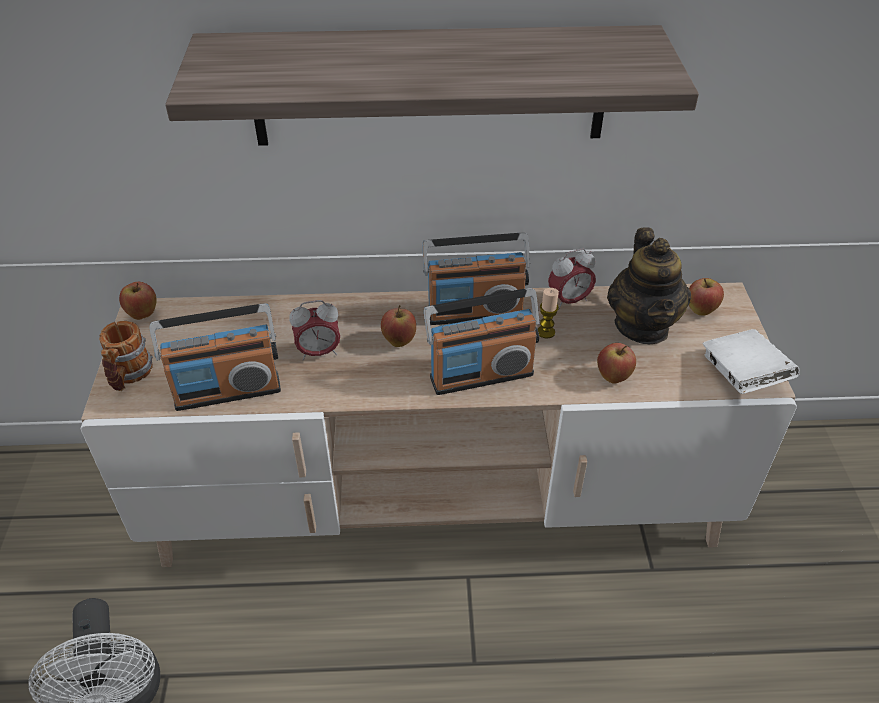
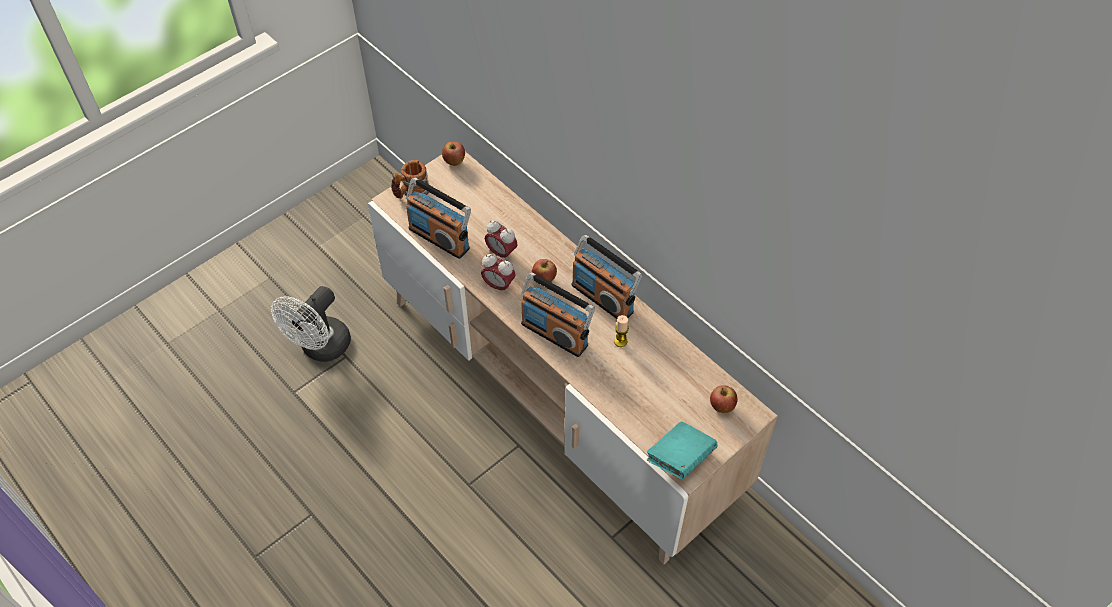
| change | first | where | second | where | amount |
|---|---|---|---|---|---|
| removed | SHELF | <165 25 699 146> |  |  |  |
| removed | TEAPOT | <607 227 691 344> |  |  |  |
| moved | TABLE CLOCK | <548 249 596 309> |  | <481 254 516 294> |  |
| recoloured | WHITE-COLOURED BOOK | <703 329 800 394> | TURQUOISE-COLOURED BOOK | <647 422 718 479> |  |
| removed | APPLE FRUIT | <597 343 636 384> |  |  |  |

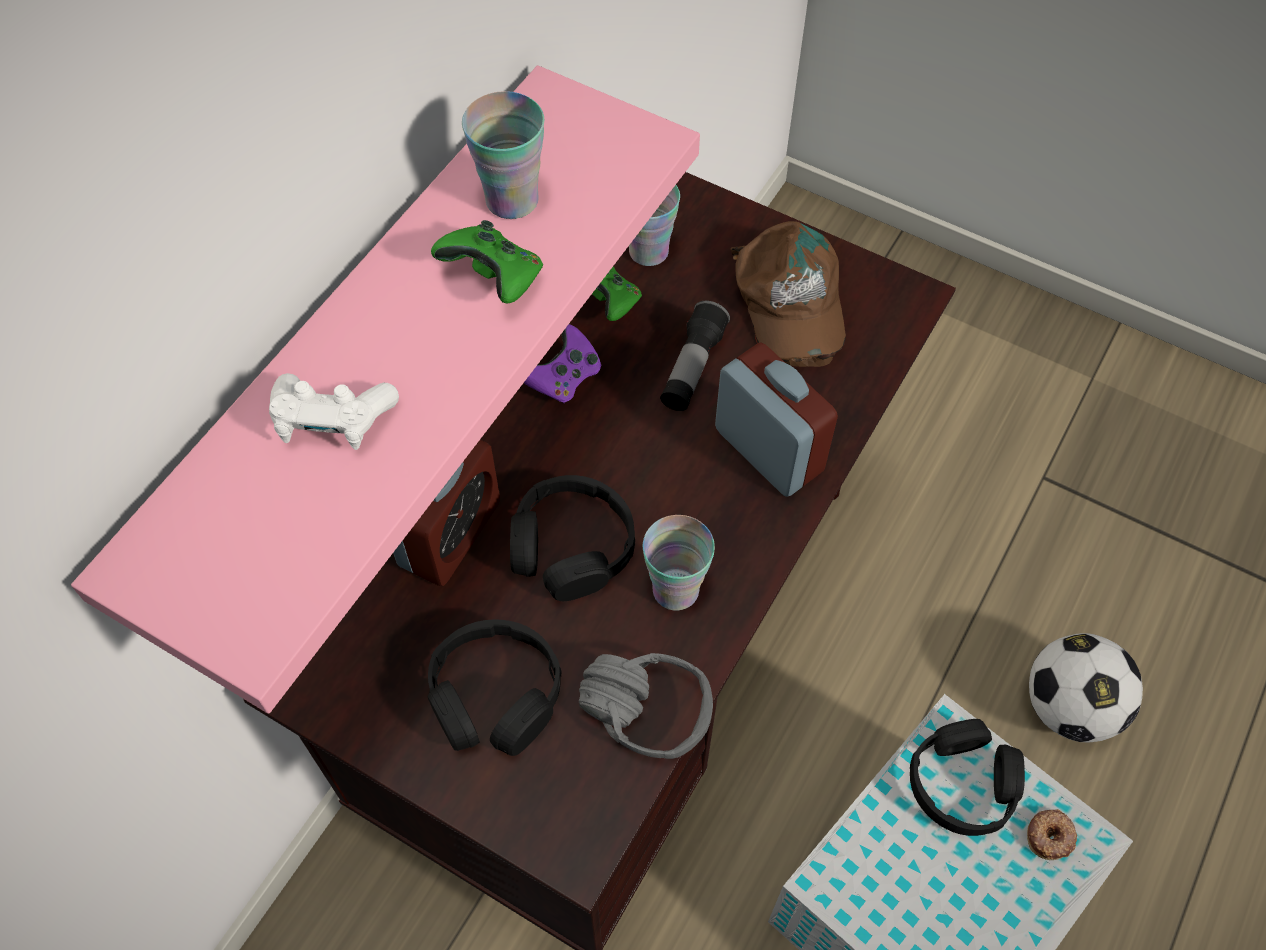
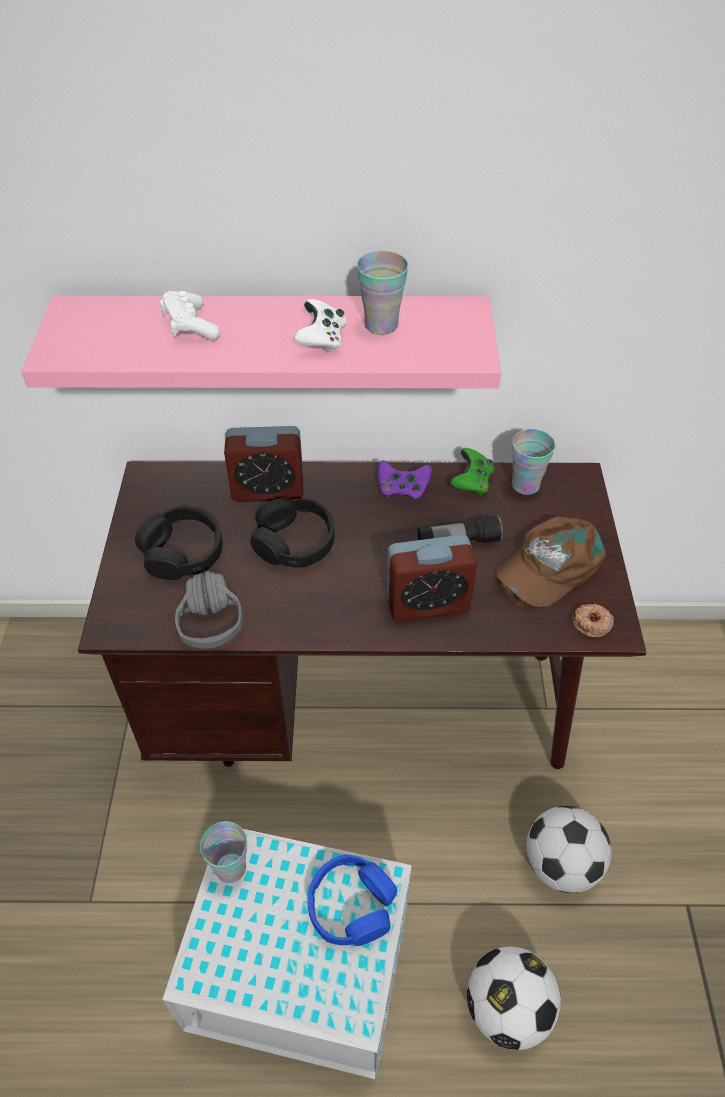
| change | first | where | second | where | amount |
|---|---|---|---|---|---|
| recoloured | GREENISH GAME CONTROLLER | <431 220 543 303> | WHITE-COLOURED GAME CONTROLLER | <294 299 347 353> |  |
| turned | TABLE CLOCK | <715 342 838 497> |  | <386 535 477 622> | 60 degrees clockwise |
| moved | SMALL CUP | <643 515 715 610> |  | <200 821 247 883> |  |
| recoloured | BLACKISH HEADSET | <910 719 1025 836> | BLUE-COLOURED HEADSET | <308 854 397 946> |  |
| moved | DOUGHNUT | <1027 809 1077 860> |  | <572 604 614 637> |  |
| added |  |  | BALL FOR FOOTBALL | <526 806 611 893> |  |

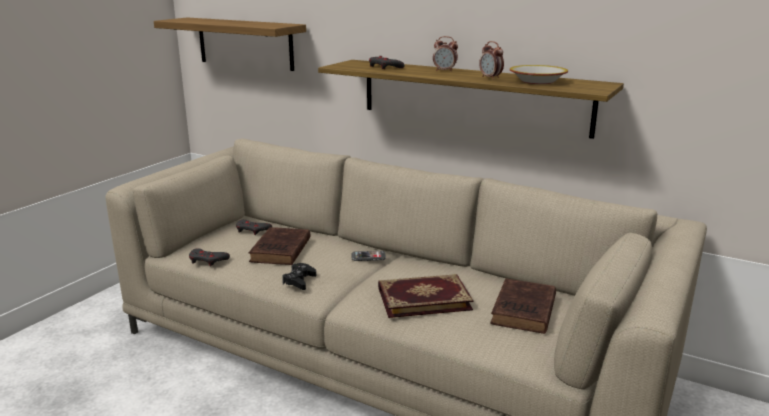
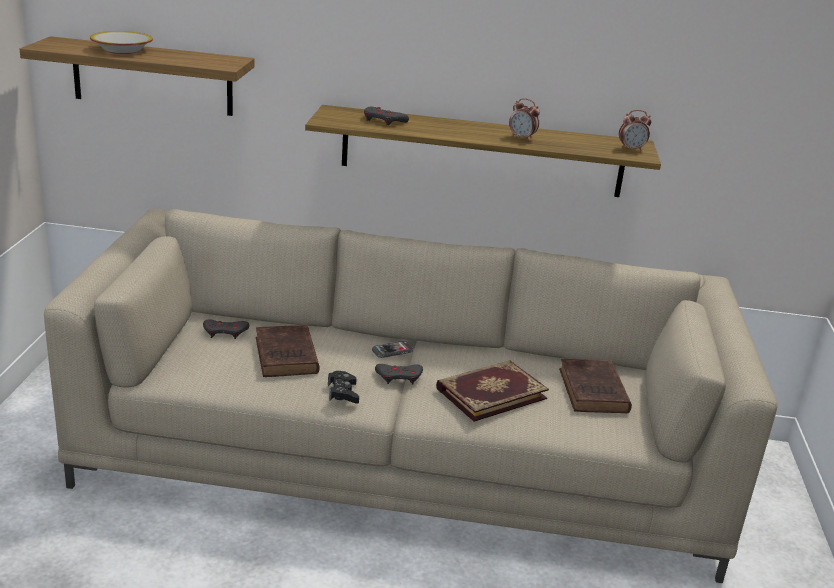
| change | first | where | second | where | amount |
|---|---|---|---|---|---|
| moved | TABLE CLOCK | <433 36 458 72> |  | <619 110 651 151> |  |
| moved | BOWL | <510 65 568 84> |  | <90 31 153 54> |  |
| moved | GRAY GAME CONTROLLER | <189 248 230 266> |  | <375 364 423 384> |  |

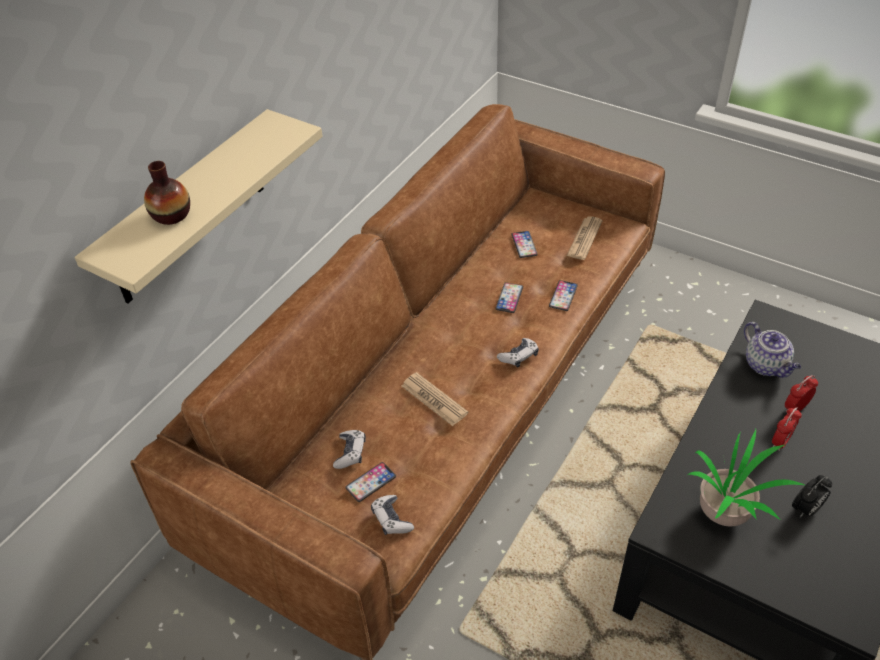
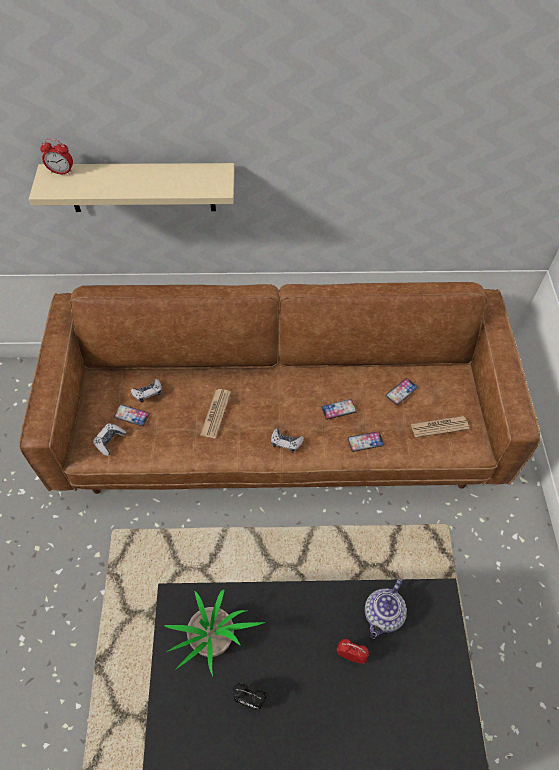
| change | first | where | second | where | amount |
|---|---|---|---|---|---|
| removed | DECORATIVE VASE | <144 161 190 225> |  |  |  |
| moved | TABLE CLOCK | <772 407 802 451> |  | <40 139 73 175> |  |

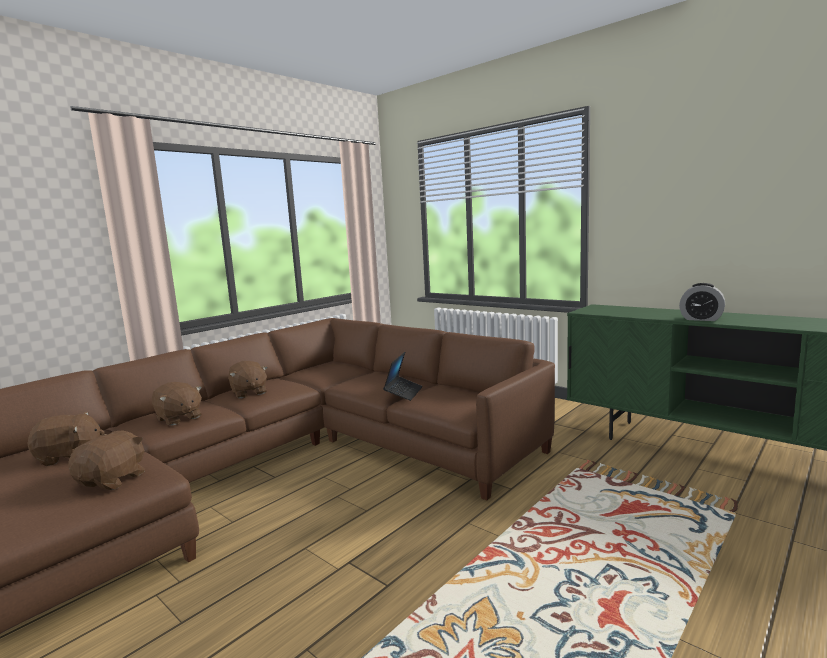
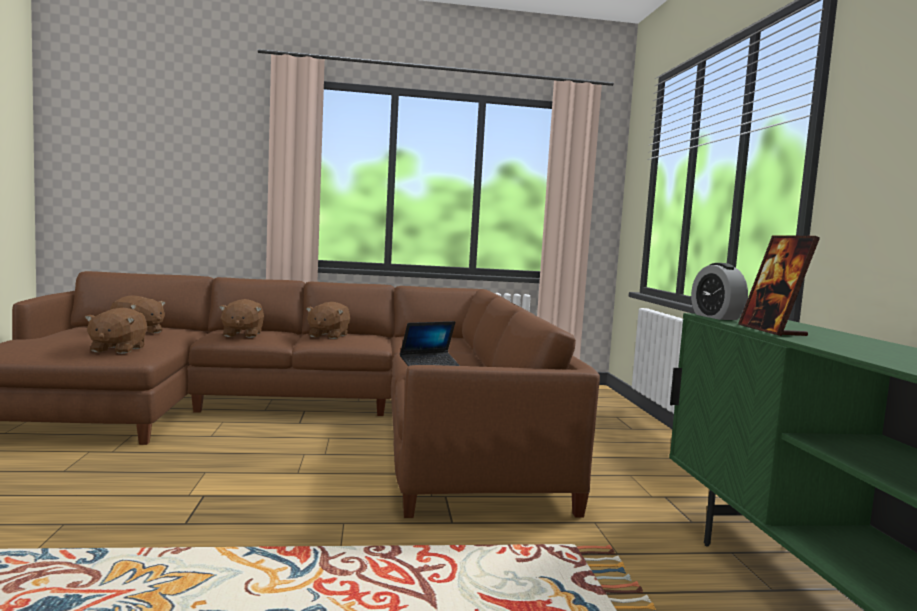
| change | first | where | second | where | amount |
|---|---|---|---|---|---|
| moved | TABLE CLOCK | <679 283 725 321> |  | <691 263 748 320> |  |
| turned | BROWN-COLOURED CUDDLY TOY | <68 430 145 490> |  | <85 308 147 354> | 120 degrees clockwise |
| added |  |  | PHOTO FRAME | <738 235 820 336> |  |

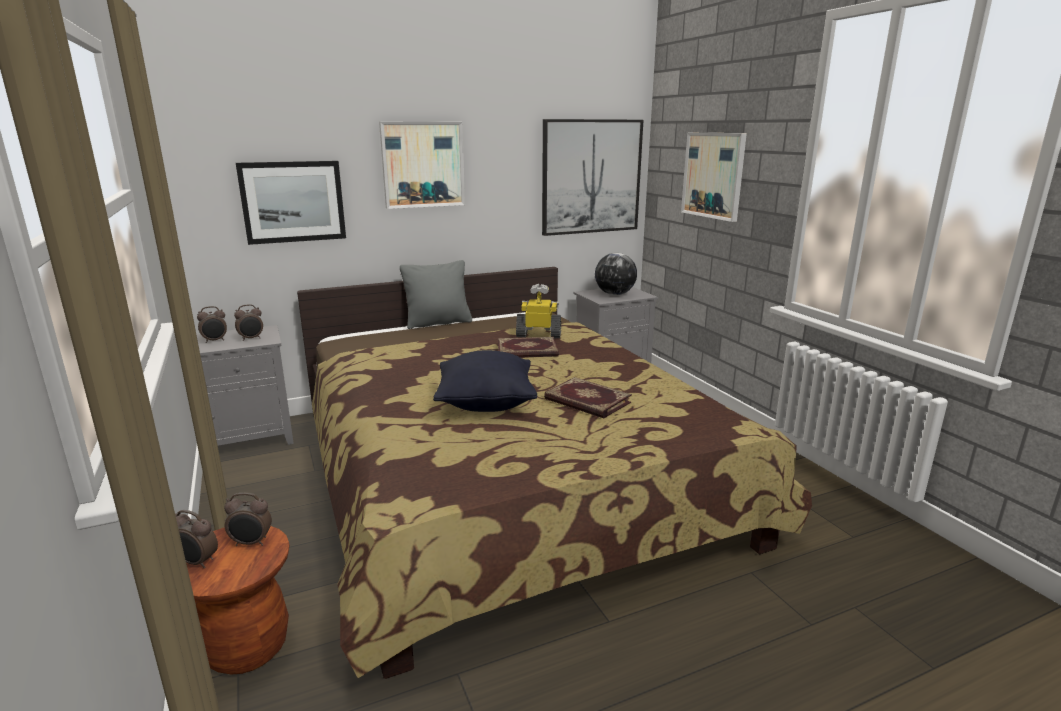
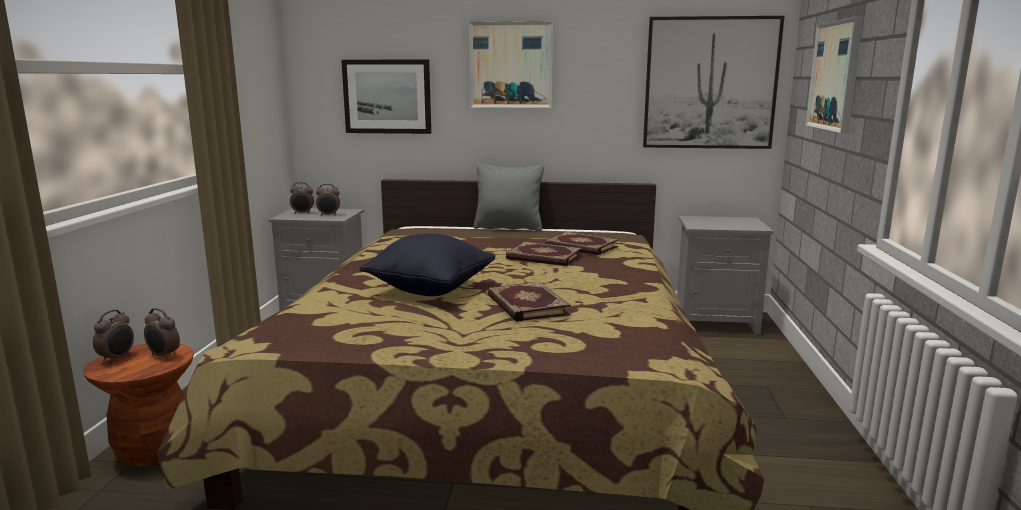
| change | first | where | second | where | amount |
|---|---|---|---|---|---|
| removed | DESK GLOBE | <595 253 637 295> |  |  |  |
| replaced | TOY ROBOT | <516 284 561 338> | BOOK | <545 232 618 255> |  |
| turned | TABLE CLOCK | <175 510 218 568> |  | <93 309 134 363> | 120 degrees counterclockwise |

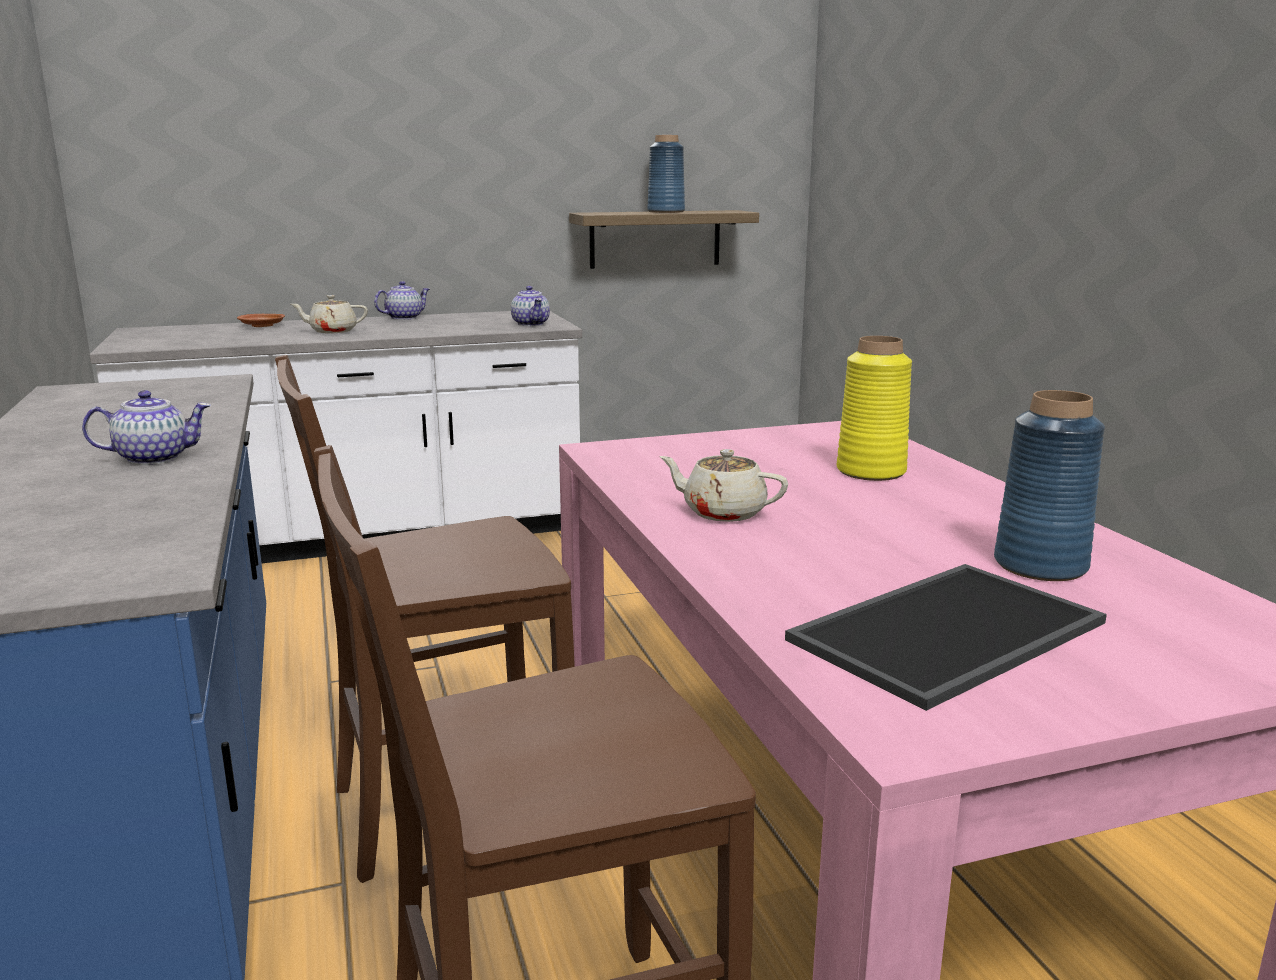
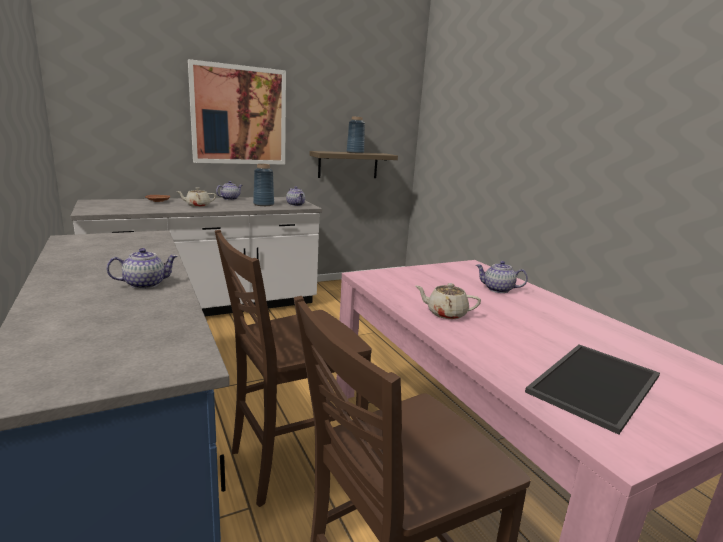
| change | first | where | second | where | amount |
|---|---|---|---|---|---|
| replaced | YELLOW DECORATIVE VASE | <837 336 912 481> | TEAPOT | <476 261 528 293> |  |
| moved | BLUE-COLOURED DECORATIVE VASE | <994 390 1105 581> |  | <253 164 274 206> |  |
| added |  |  | WALL ART | <188 59 286 165> |  |

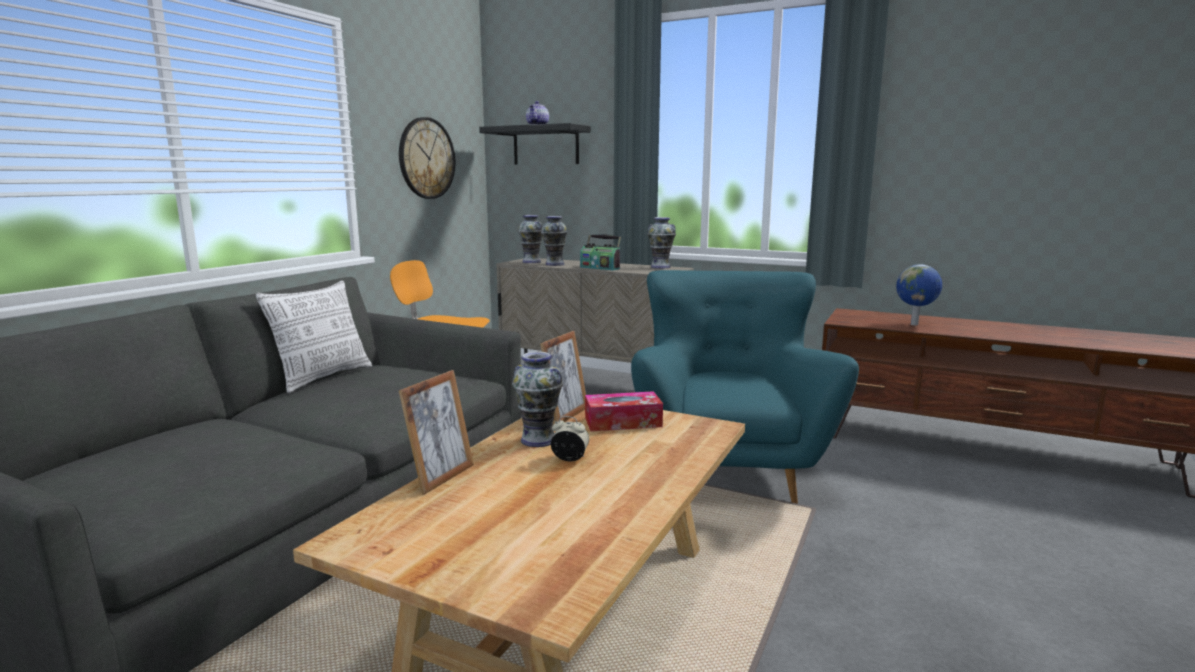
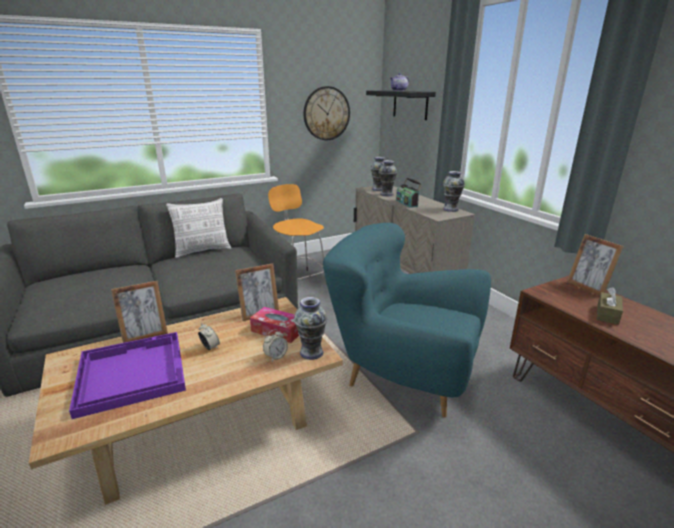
| change | first | where | second | where | amount |
|---|---|---|---|---|---|
| replaced | DESK GLOBE | <896 264 942 325> | BROWN-COLOURED BOX OF TISSUES | <597 287 623 325> |  |
| turned | TURQUOISE-COLOURED EASY CHAIR | <631 270 859 504> |  | <323 223 491 417> | 105 degrees counterclockwise |
| moved | DECORATIVE VASE | <512 352 563 447> |  | <294 297 327 360> |  |
| added |  |  | PHOTO FRAME | <567 234 624 296> |  |
| added |  |  | TABLE CLOCK | <263 329 288 361> |  |
| added |  |  | PURPLE CARRYING TRAY | <69 332 186 419> |  |

